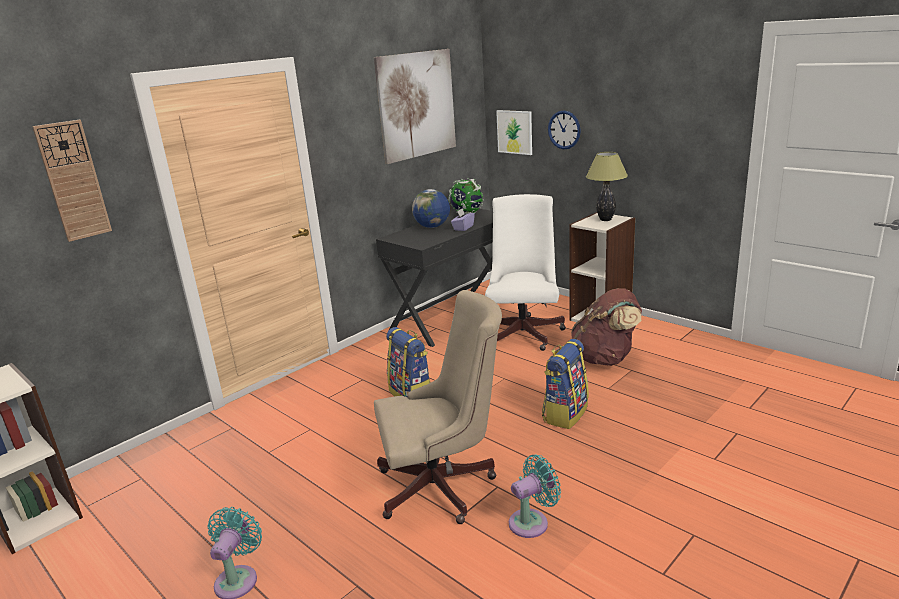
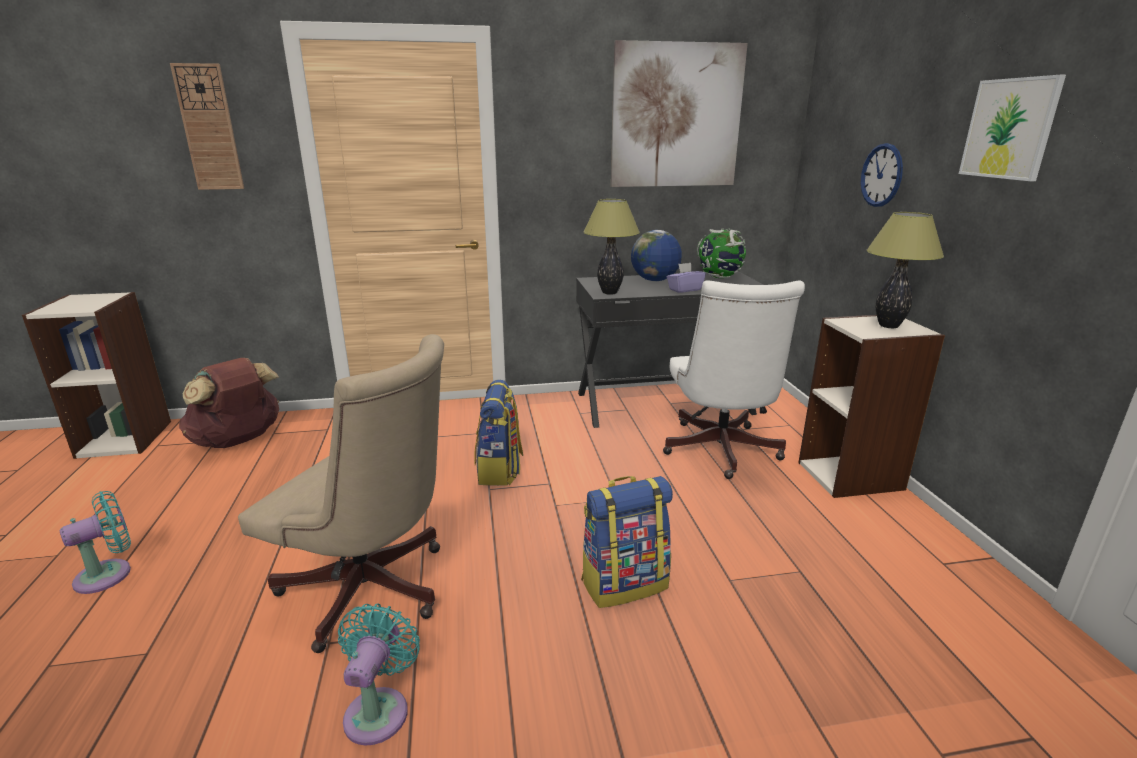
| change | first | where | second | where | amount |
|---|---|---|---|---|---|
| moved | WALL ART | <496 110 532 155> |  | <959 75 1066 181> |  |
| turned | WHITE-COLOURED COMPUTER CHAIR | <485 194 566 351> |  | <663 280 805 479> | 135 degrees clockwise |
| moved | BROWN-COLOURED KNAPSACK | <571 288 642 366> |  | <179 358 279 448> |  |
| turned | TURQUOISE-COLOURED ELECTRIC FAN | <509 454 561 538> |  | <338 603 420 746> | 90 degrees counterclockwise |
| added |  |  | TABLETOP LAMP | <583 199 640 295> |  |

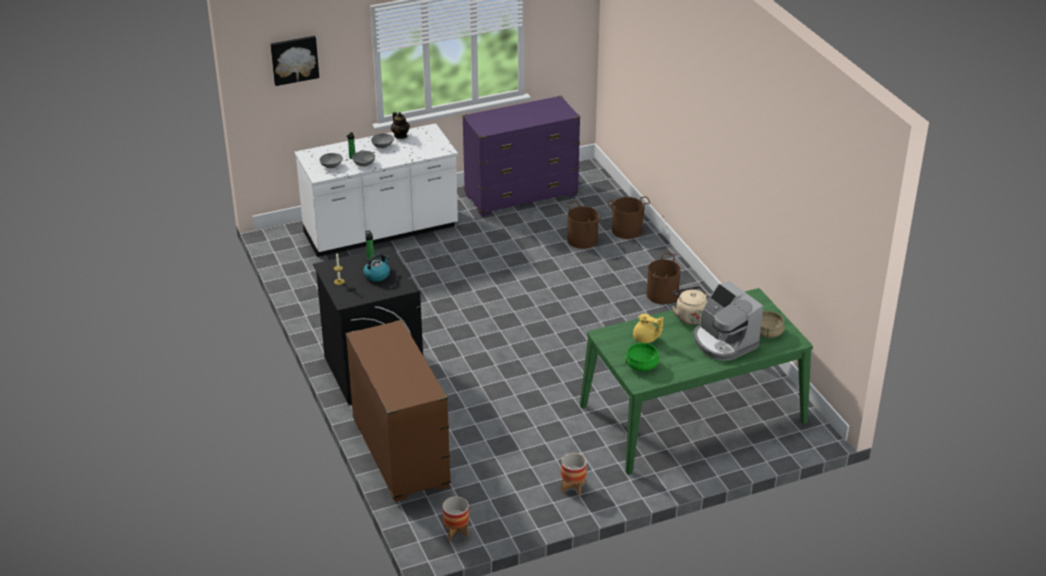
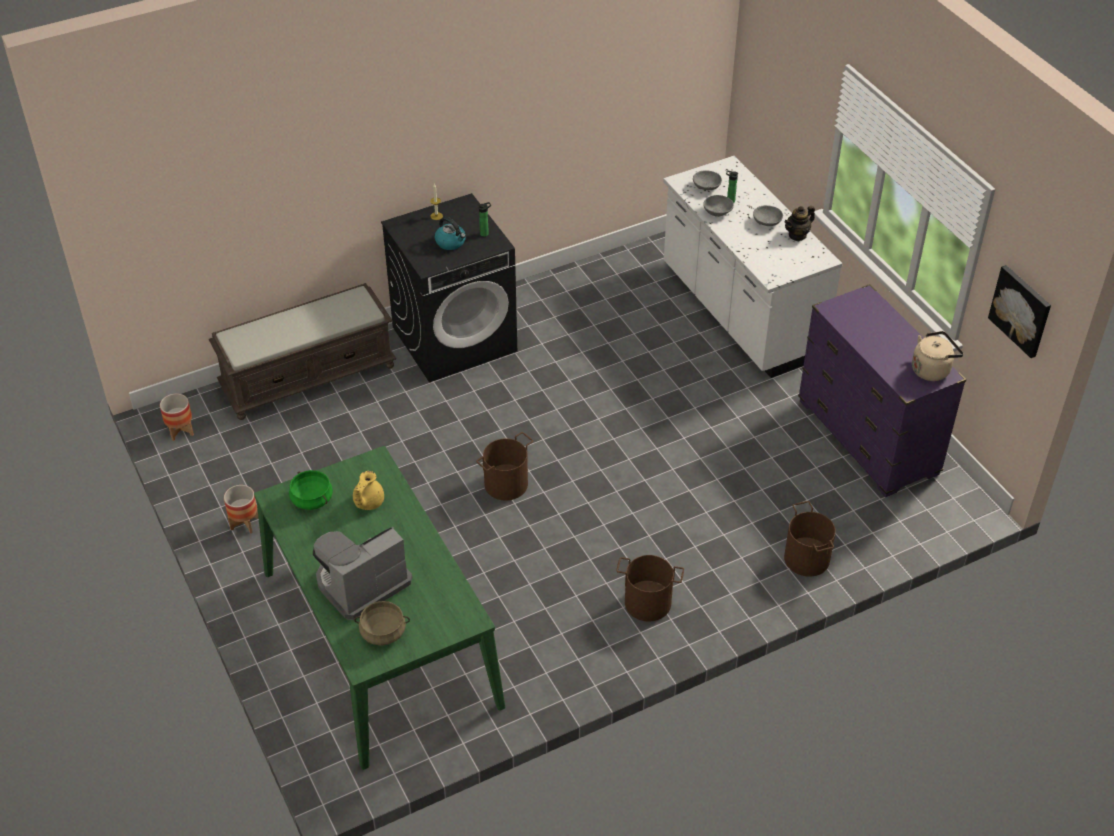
| change | first | where | second | where | amount |
|---|---|---|---|---|---|
| moved | WALL ART | <270 36 319 86> |  | <988 265 1051 358> |  |
| moved | BROWN-COLOURED WATER BUCKET | <566 201 601 249> |  | <476 432 533 501> |  |
| moved | BEIGE-COLOURED WATER KETTLE | <672 286 708 325> |  | <912 331 964 381> |  |
| replaced | BROWN-COLOURED DRESSER | <345 320 451 502> | BROWN-COLOURED LONG SEAT | <208 283 396 420> |  |

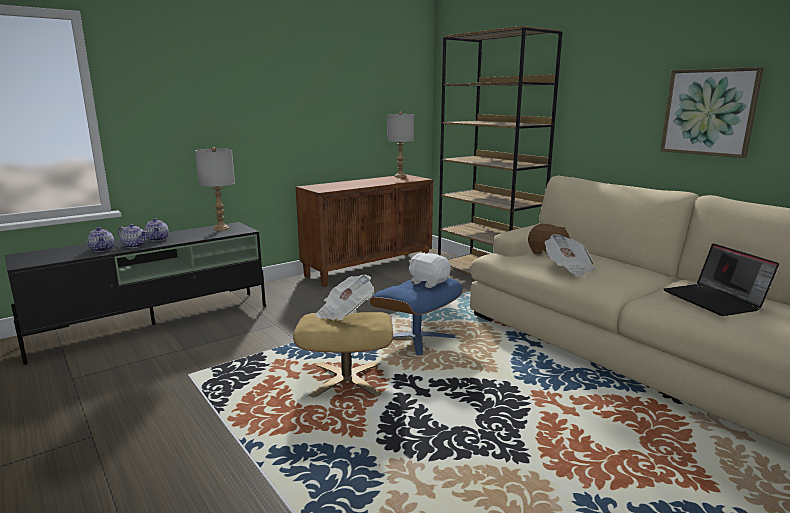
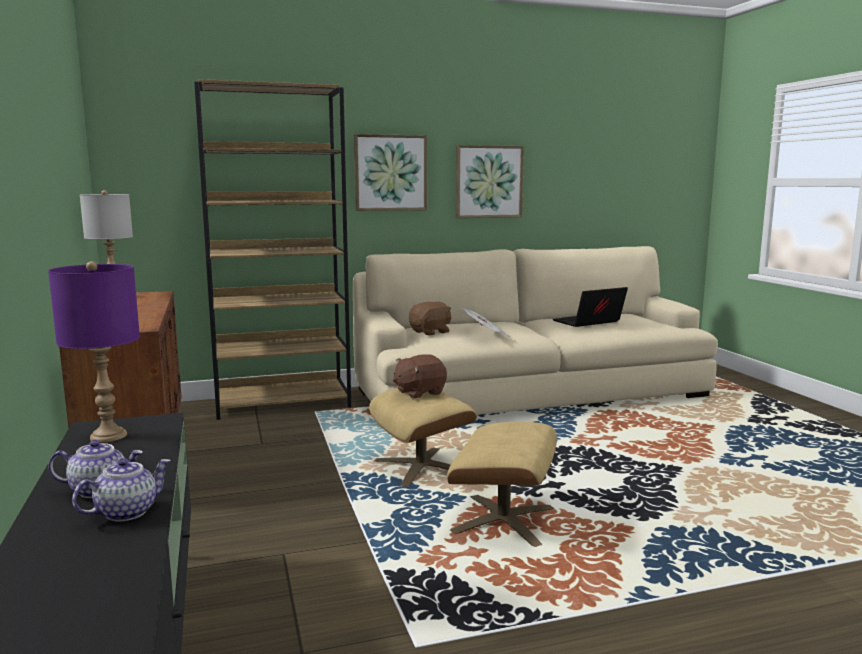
| change | first | where | second | where | amount |
|---|---|---|---|---|---|
| recoloured | GRAY TABLETOP LAMP | <195 147 235 231> | PURPLE TABLETOP LAMP | <48 261 140 443> |  |
| removed | TEAPOT | <87 227 114 252> |  |  |  |
| turned | LAPTOP | <664 243 779 316> |  | <553 287 628 327> | 150 degrees clockwise |
| recoloured | WHITE-COLOURED CUDDLY TOY | <409 253 451 288> | BROWN-COLOURED CUDDLY TOY | <393 354 447 399> |  |
| removed | NEWSPAPER | <315 275 374 321> |  |  |  |
| recoloured | BLUE-COLOURED FOOTREST | <370 278 463 355> | BEIGE-COLOURED FOOTREST | <369 388 477 487> |  |
| added |  |  | WALL ART | <354 134 427 211> |  |

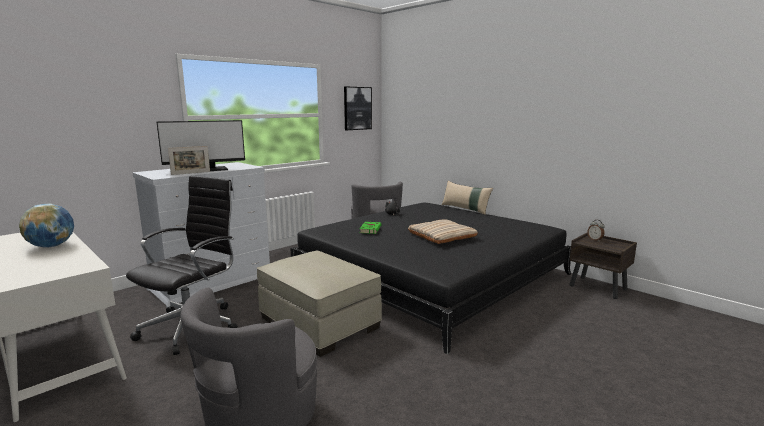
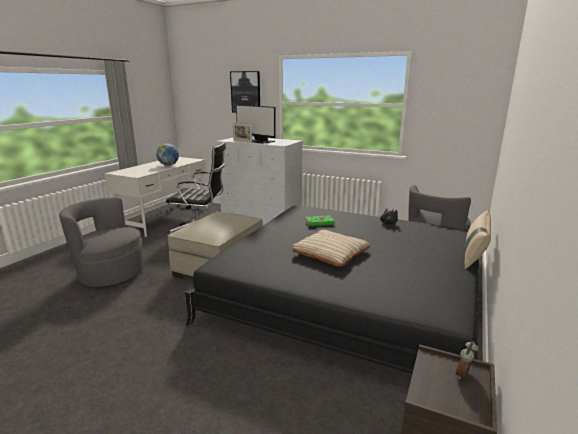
| change | first | where | second | where | amount |
|---|---|---|---|---|---|
| moved | WALL ART | <344 86 372 130> |  | <230 71 260 113> |  |

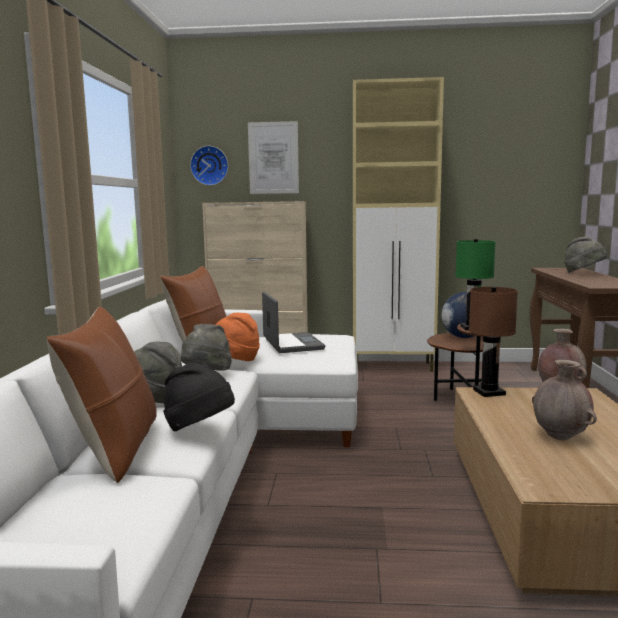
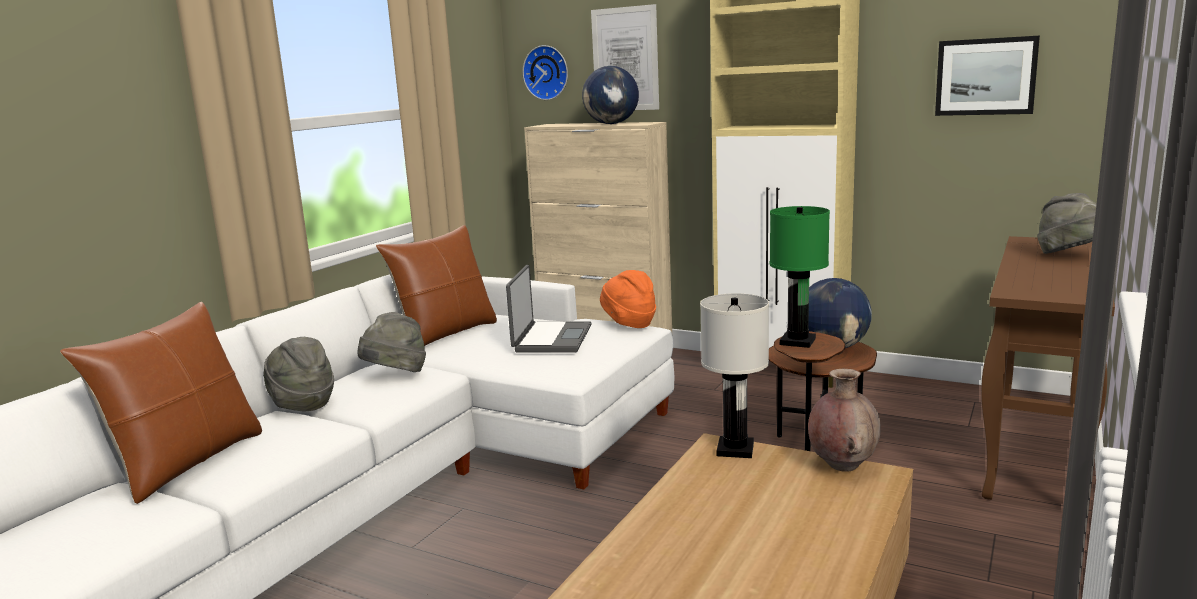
| change | first | where | second | where | amount |
|---|---|---|---|---|---|
| recoloured | BROWN-COLOURED TABLETOP LAMP | <469 287 518 397> | WHITE-COLOURED TABLETOP LAMP | <700 293 769 458> |  |
| moved | ORANGEY CLOTHING HAT | <215 313 260 361> |  | <600 270 656 328> |  |
| removed | BROWN-COLOURED DECORATIVE VASE | <532 360 597 440> |  |  |  |
| removed | BLACKISH CLOTHING HAT | <163 361 235 431> |  |  |  |
| added |  |  | WALL ART | <935 36 1040 116> |  |
| added |  |  | DESK GLOBE | <582 66 639 124> |  |

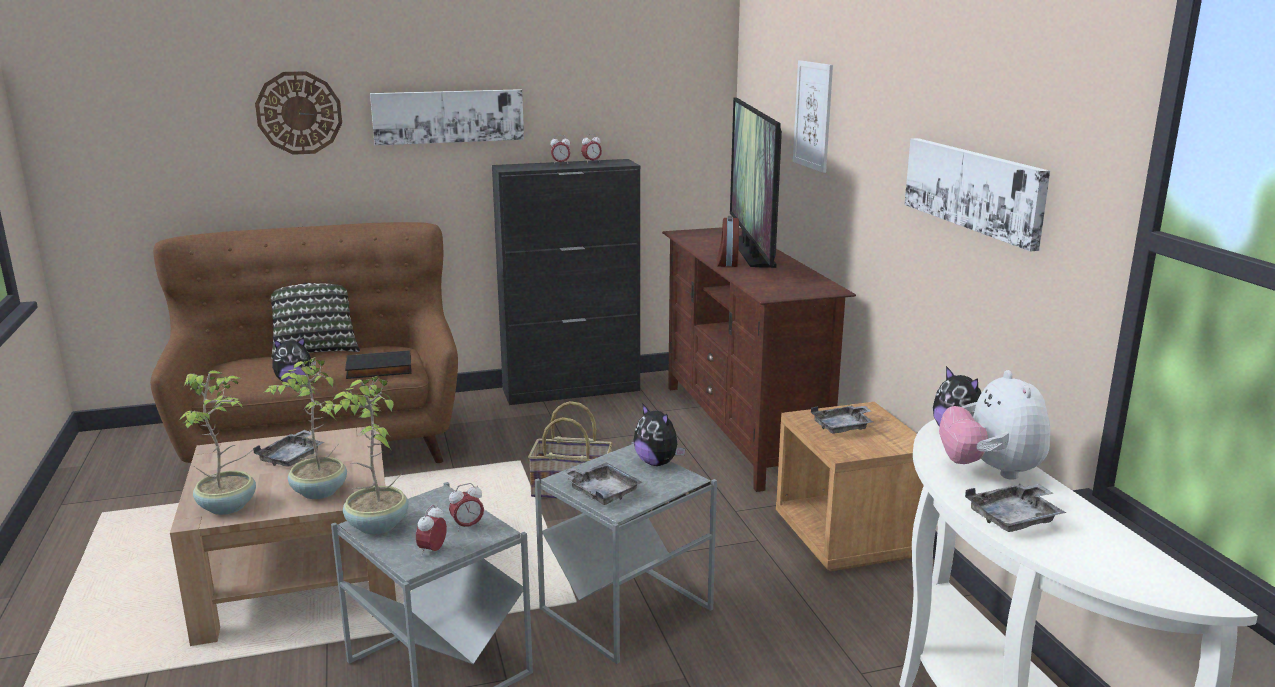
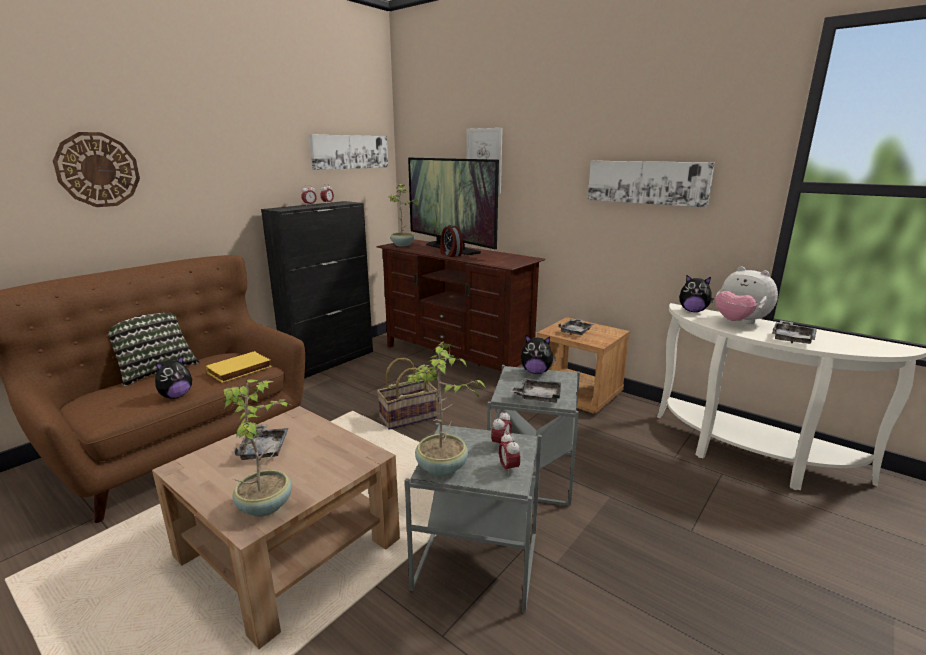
| change | first | where | second | where | amount |
|---|---|---|---|---|---|
| moved | WALL ART | <370 89 524 146> |  | <309 134 388 170> |  |
| recoloured | BLACKISH BOOK | <345 350 412 379> | YELLOW BOOK | <206 351 272 383> |  |
| moved | PLANT IN A POT | <265 357 347 499> |  | <388 184 419 246> |  |

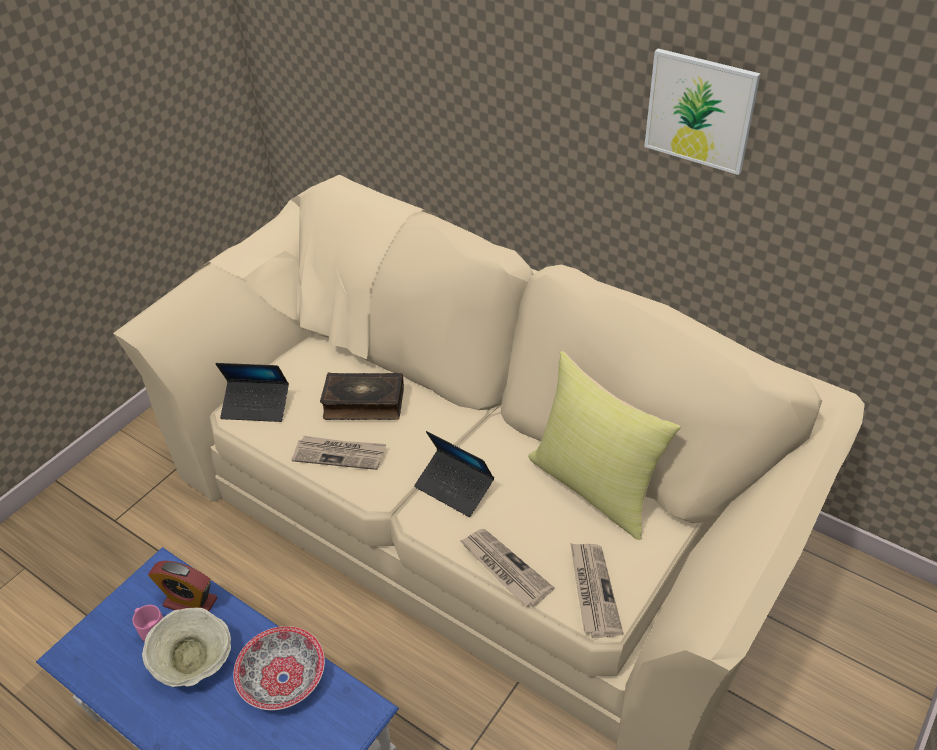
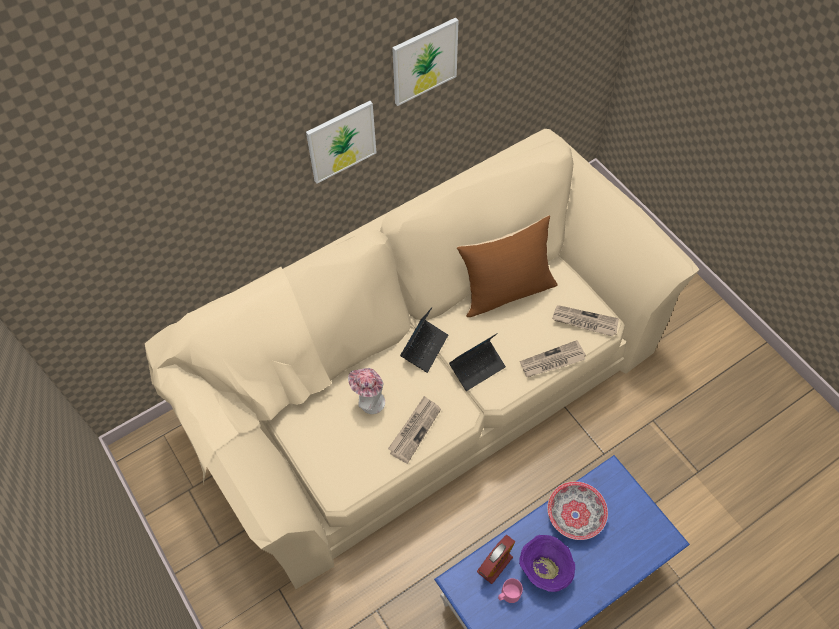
| change | first | where | second | where | amount |
|---|---|---|---|---|---|
| recoloured | YELLOW CUSHION | <528 351 681 540> | BROWN-COLOURED CUSHION | <457 215 558 317> |  |
| moved | LAPTOP | <215 363 289 422> |  | <400 308 448 373> |  |
| replaced | BOOK | <320 372 404 420> | CLOTHING HAT | <348 368 385 414> |  |
| recoloured | BEIGE-COLOURED BOWL | <142 608 231 687> | PURPLE BOWL | <519 535 575 592> |  |
| added |  |  | WALL ART | <306 101 377 184> |  |

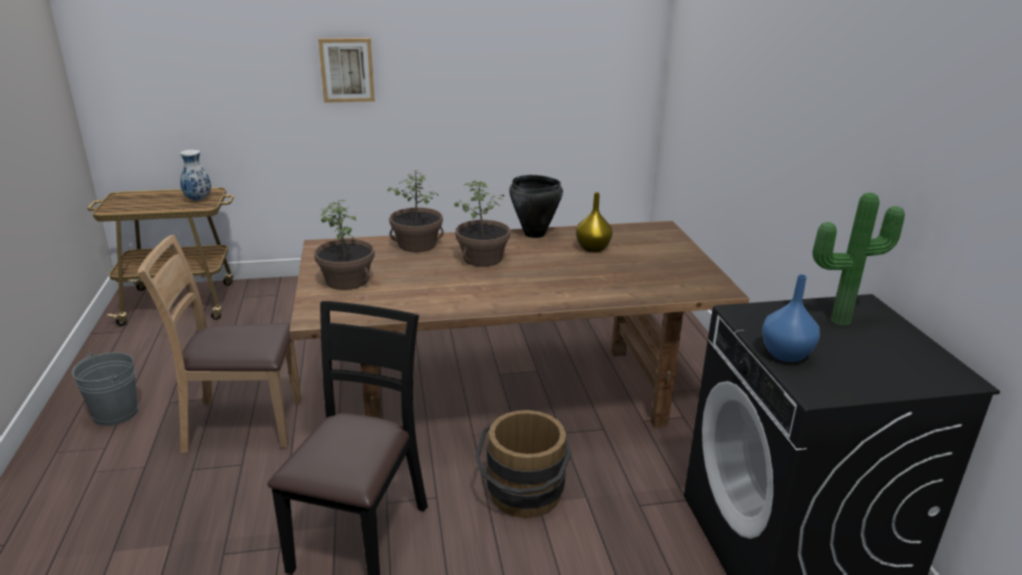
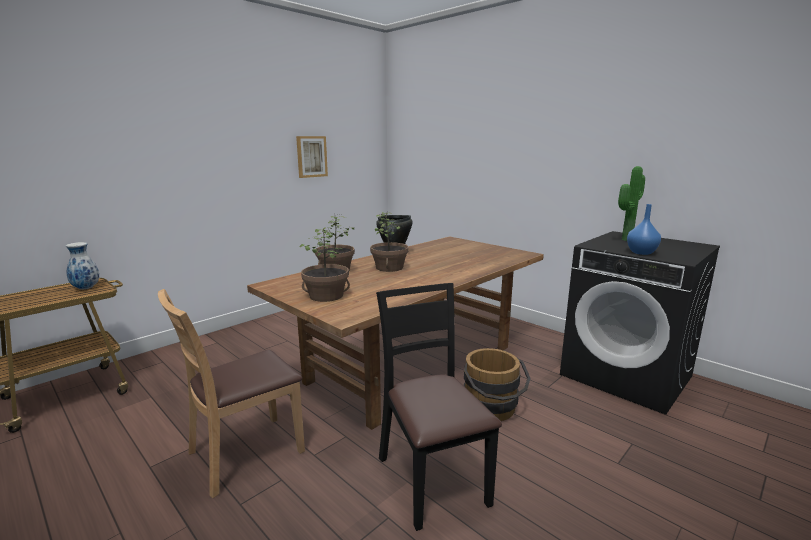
| change | first | where | second | where | amount |
|---|---|---|---|---|---|
| moved | WALL ART | <318 38 375 103> |  | <296 136 328 178> |  |
| removed | YELLOW DECORATIVE VASE | <576 192 612 252> |  |  |  |
| removed | GRAY WATER BUCKET | <72 352 138 426> |  |  |  |

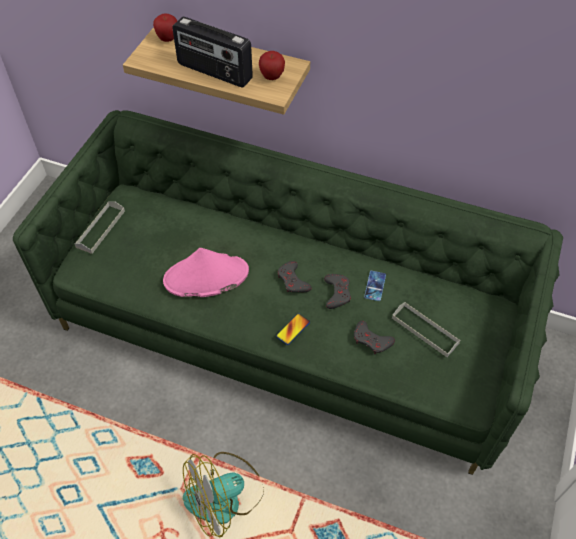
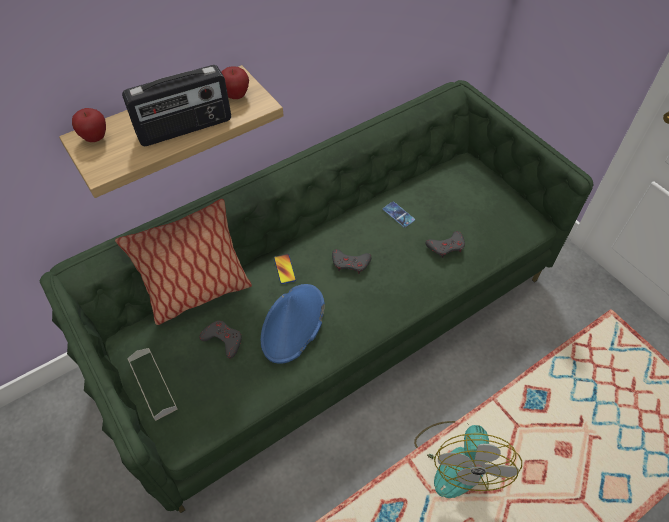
| change | first | where | second | where | amount |
|---|---|---|---|---|---|
| recoloured | PINK CLOTHING HAT | <163 248 249 297> | BLUE-COLOURED CLOTHING HAT | <261 284 325 364> |  |
| moved | GRAY GAME CONTROLLER | <324 274 351 309> |  | <199 321 242 358> |  |
| removed | GRAY CARRYING TRAY | <392 302 460 357> |  |  |  |
| moved | HANDSET | <276 313 310 345> |  | <274 254 296 284> |  |
| added |  |  | CUSHION | <115 199 252 325> |  |

